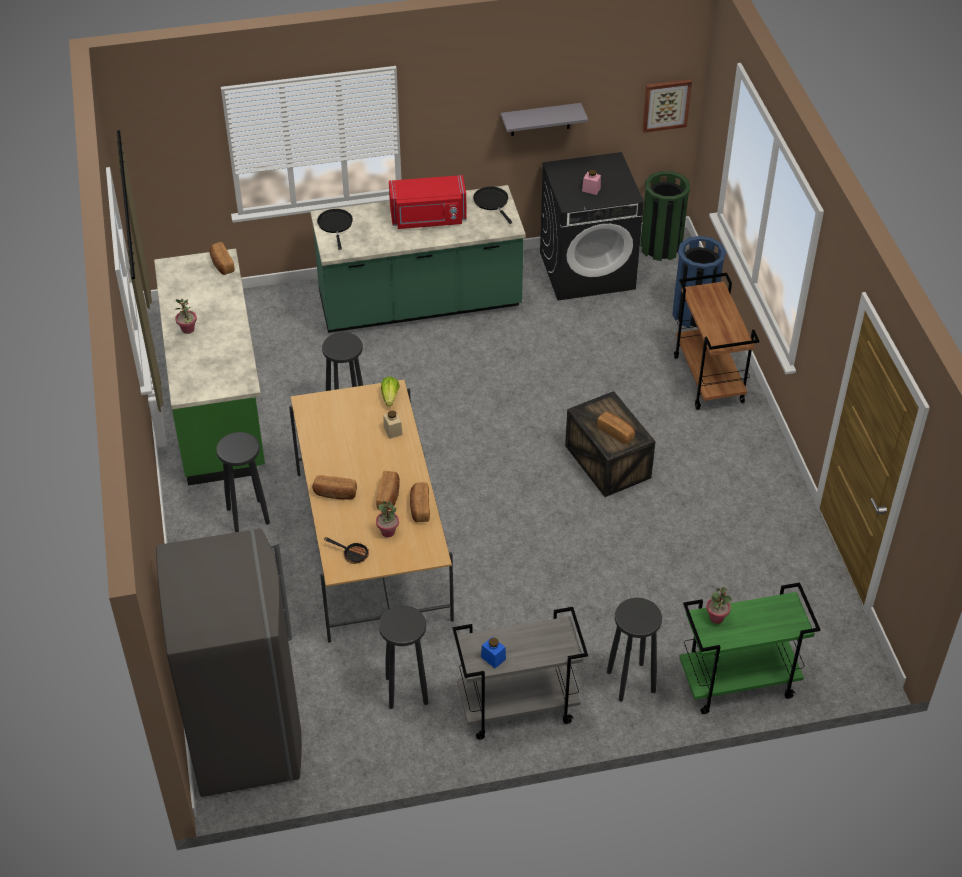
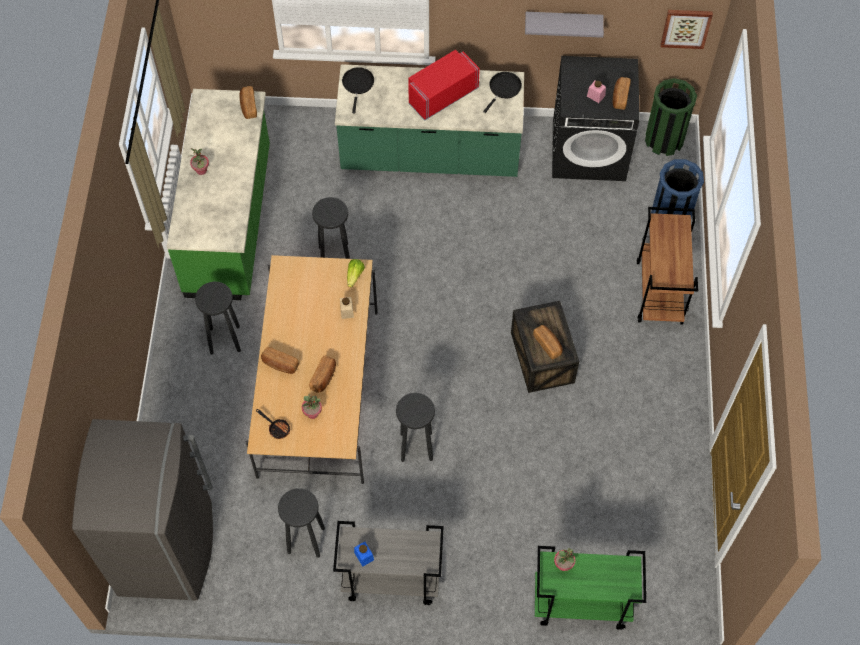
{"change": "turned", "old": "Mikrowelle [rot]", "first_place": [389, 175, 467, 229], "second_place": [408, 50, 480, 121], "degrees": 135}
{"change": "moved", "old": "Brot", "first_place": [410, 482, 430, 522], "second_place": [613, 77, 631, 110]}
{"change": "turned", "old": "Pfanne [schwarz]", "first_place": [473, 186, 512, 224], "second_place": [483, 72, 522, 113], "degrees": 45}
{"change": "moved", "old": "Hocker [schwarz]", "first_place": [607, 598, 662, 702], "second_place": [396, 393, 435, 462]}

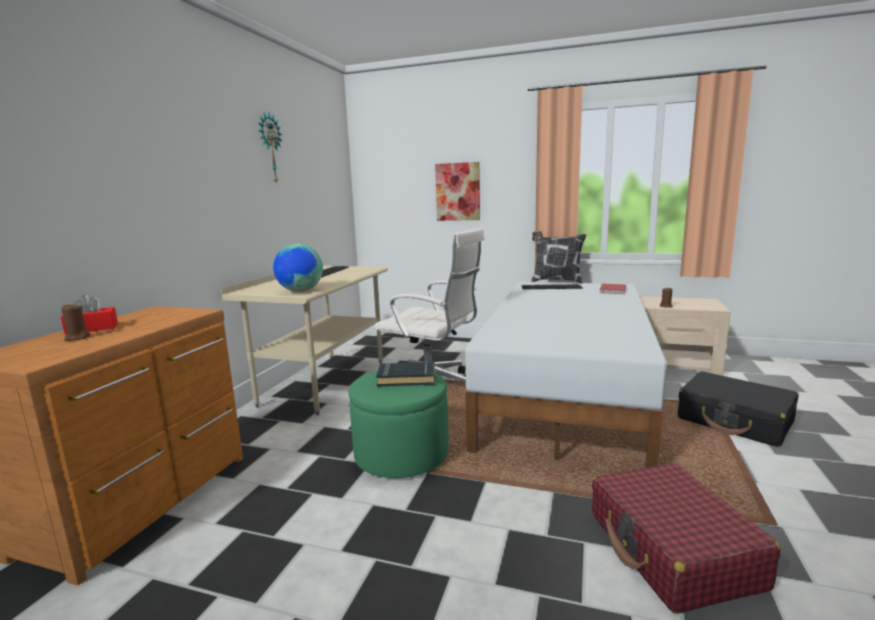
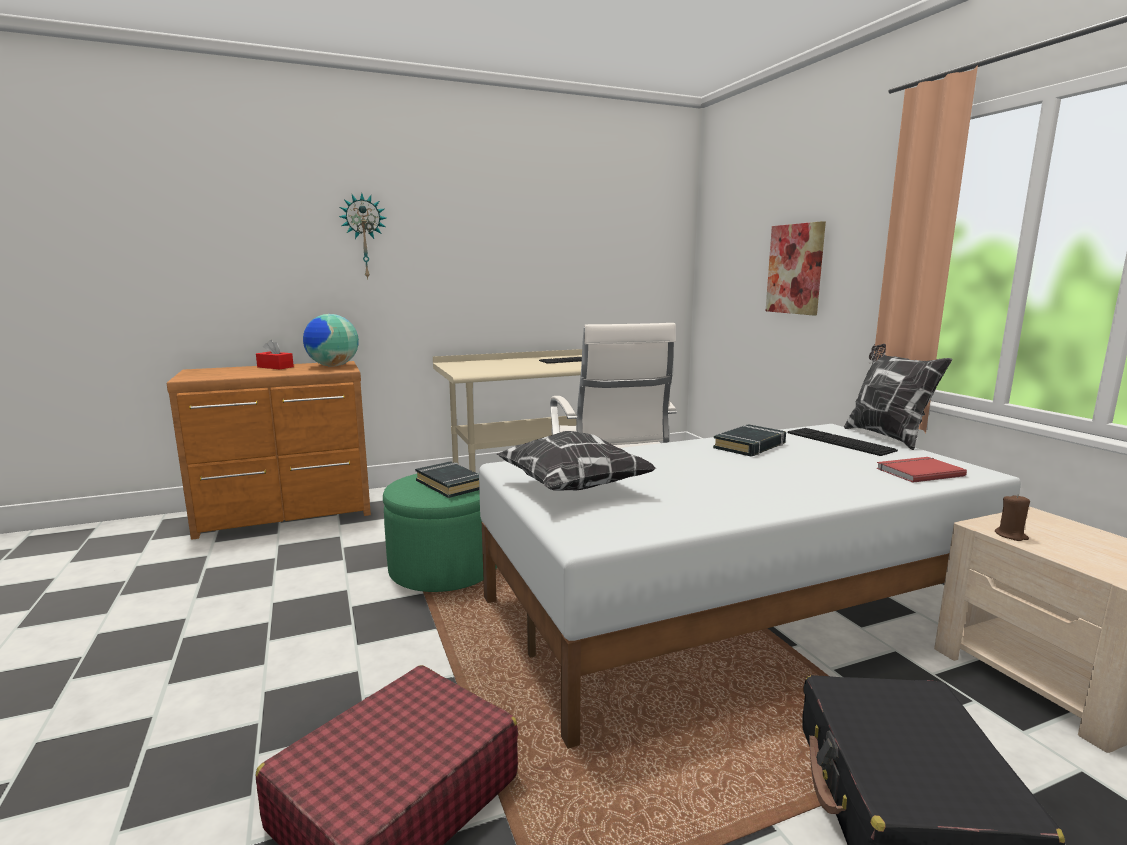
{"change": "removed", "old": "Kerze [braun]", "first_place": [61, 303, 90, 341]}
{"change": "moved", "old": "Wanduhr", "first_place": [258, 112, 282, 183], "second_place": [339, 193, 386, 280]}
{"change": "moved", "old": "Globus", "first_place": [273, 244, 323, 292], "second_place": [303, 314, 359, 367]}
{"change": "added", "new": "Kissen", "second_place": [496, 431, 657, 490]}
{"change": "added", "new": "Buch [schwarz]", "second_place": [713, 424, 786, 457]}

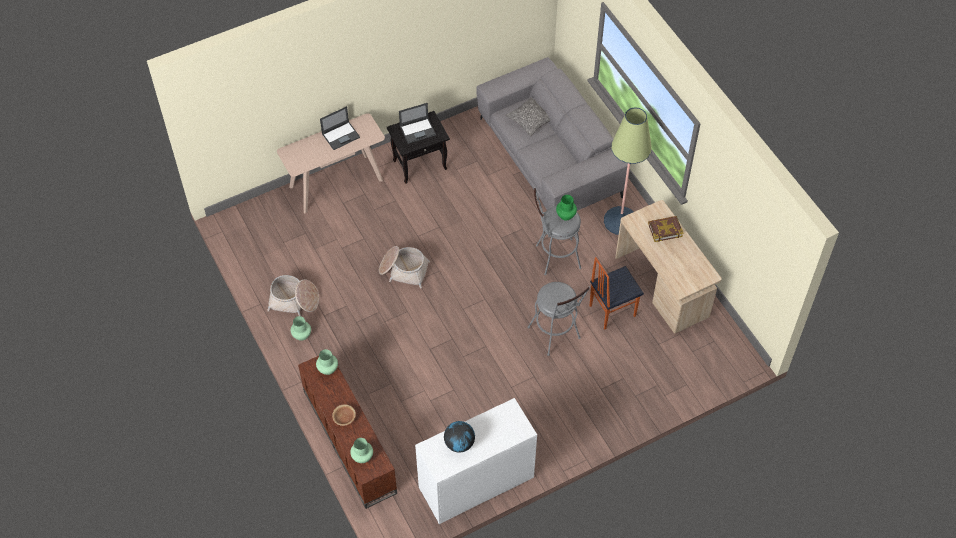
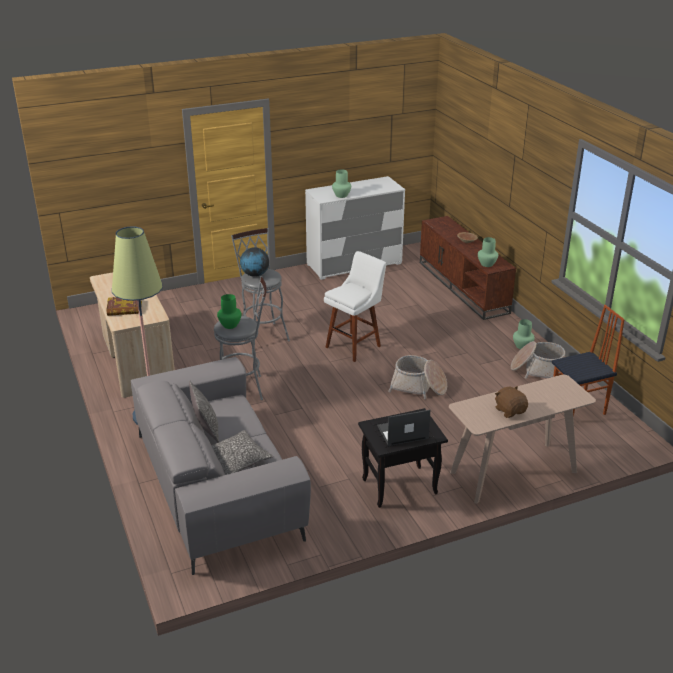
{"change": "replaced", "old": "Laptop", "new": "Plüschtier [braun]", "first_place": [320, 106, 360, 150], "second_place": [495, 386, 528, 418]}
{"change": "moved", "old": "Vase [grün]", "first_place": [350, 438, 373, 463], "second_place": [332, 169, 351, 198]}
{"change": "moved", "old": "Globus", "first_place": [444, 421, 475, 453], "second_place": [240, 247, 269, 277]}
{"change": "moved", "old": "Stuhl", "first_place": [590, 257, 644, 330], "second_place": [552, 305, 625, 417]}
{"change": "added", "new": "Kissen", "second_place": [189, 380, 219, 443]}
{"change": "added", "new": "Hocker [weiß]", "second_place": [324, 251, 386, 362]}

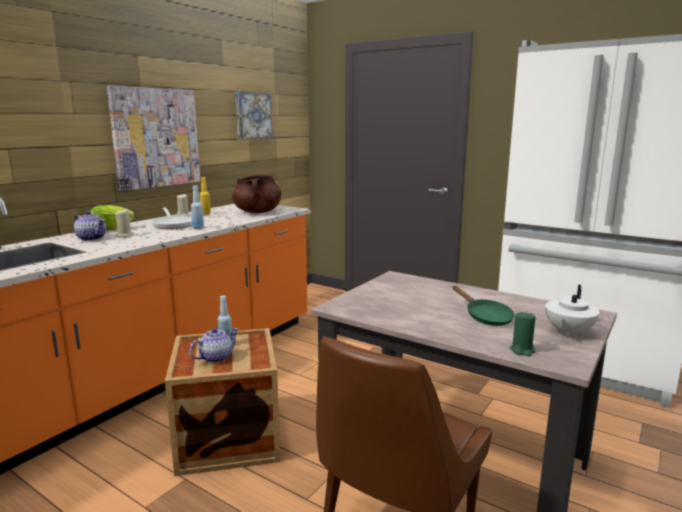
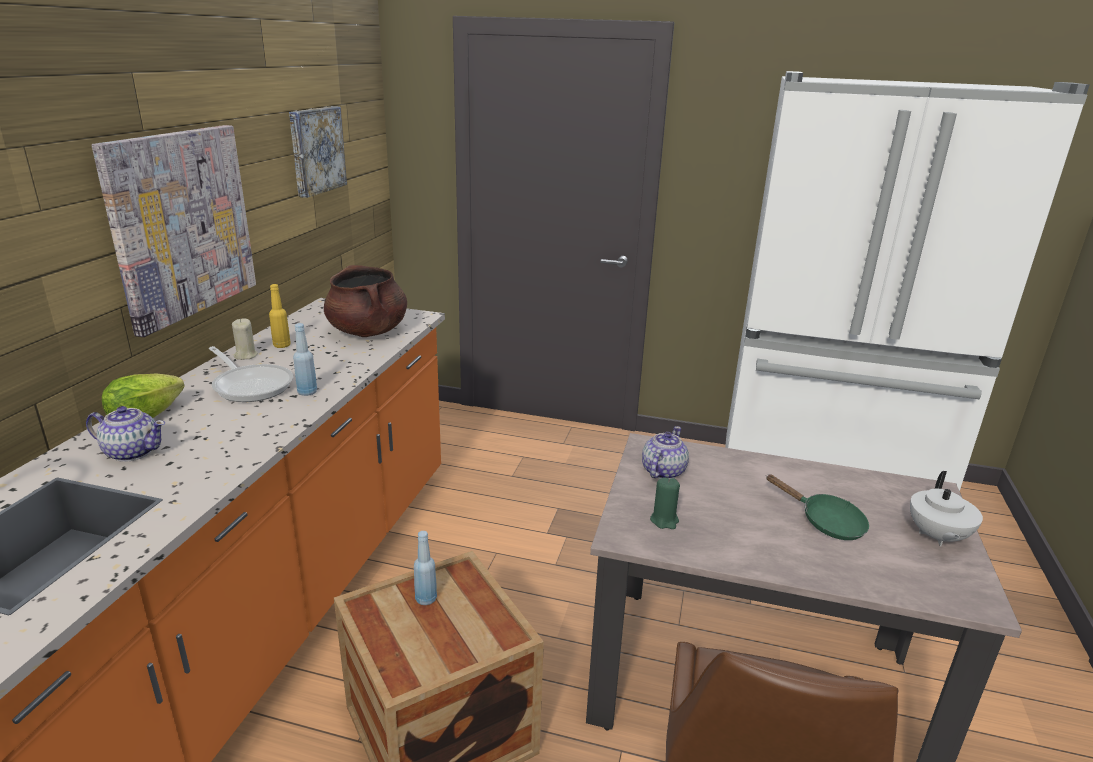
{"change": "removed", "old": "Kerze [beige]", "first_place": [115, 210, 134, 237]}
{"change": "moved", "old": "Teekanne", "first_place": [189, 328, 239, 363], "second_place": [642, 426, 689, 479]}
{"change": "moved", "old": "Kerze [grün]", "first_place": [510, 311, 536, 356], "second_place": [650, 477, 680, 529]}

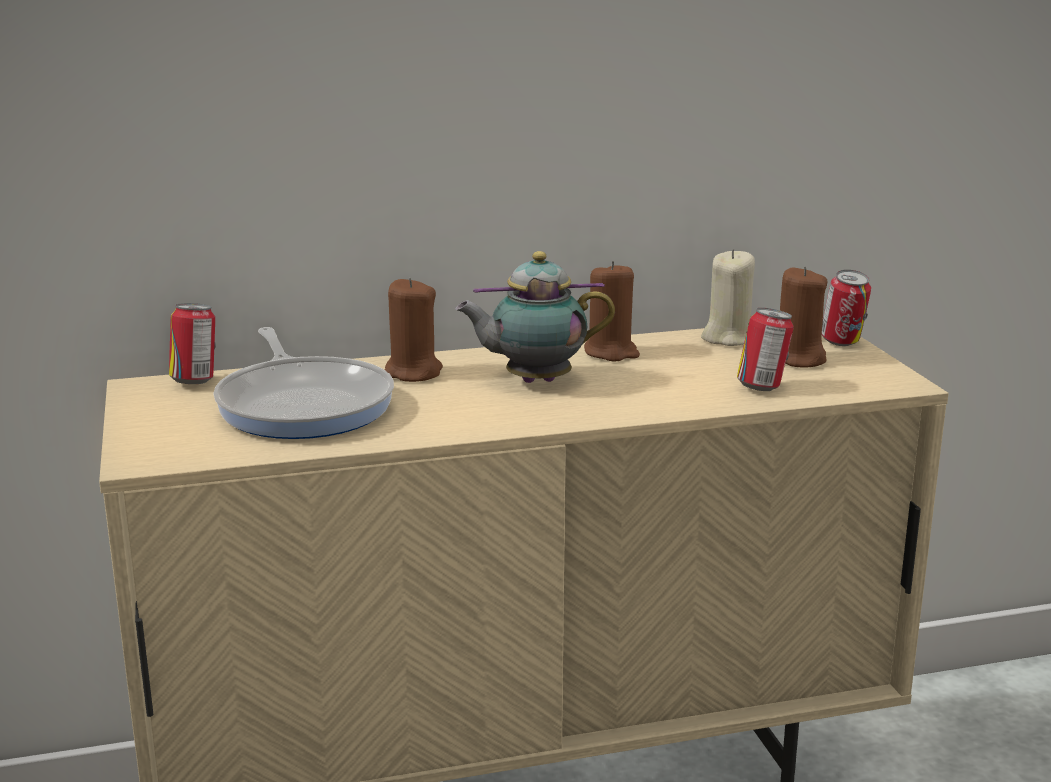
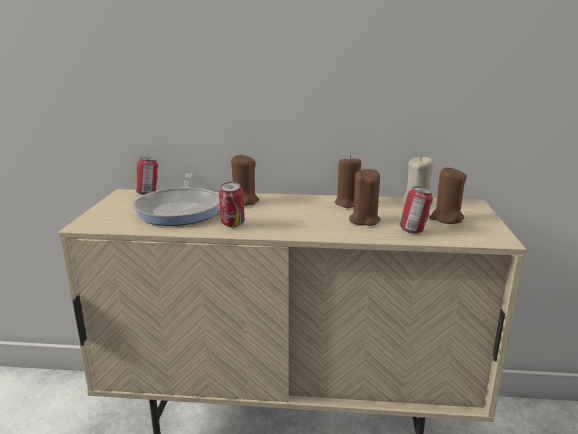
{"change": "removed", "old": "Teekanne", "first_place": [455, 251, 615, 383]}
{"change": "moved", "old": "Dose", "first_place": [822, 270, 871, 346], "second_place": [219, 182, 245, 227]}
{"change": "added", "new": "Kerze [braun]", "second_place": [349, 169, 380, 226]}

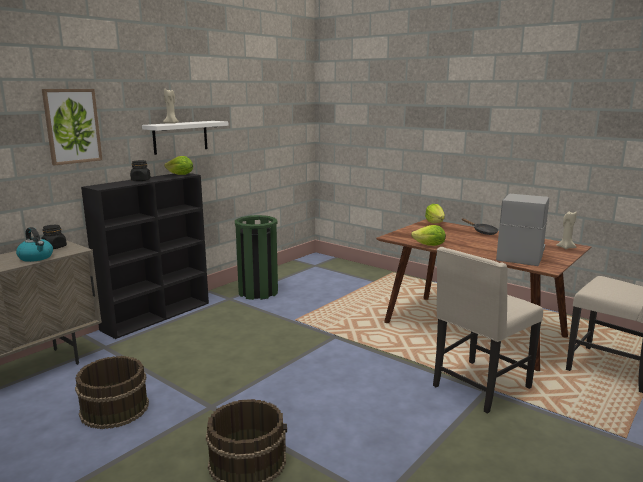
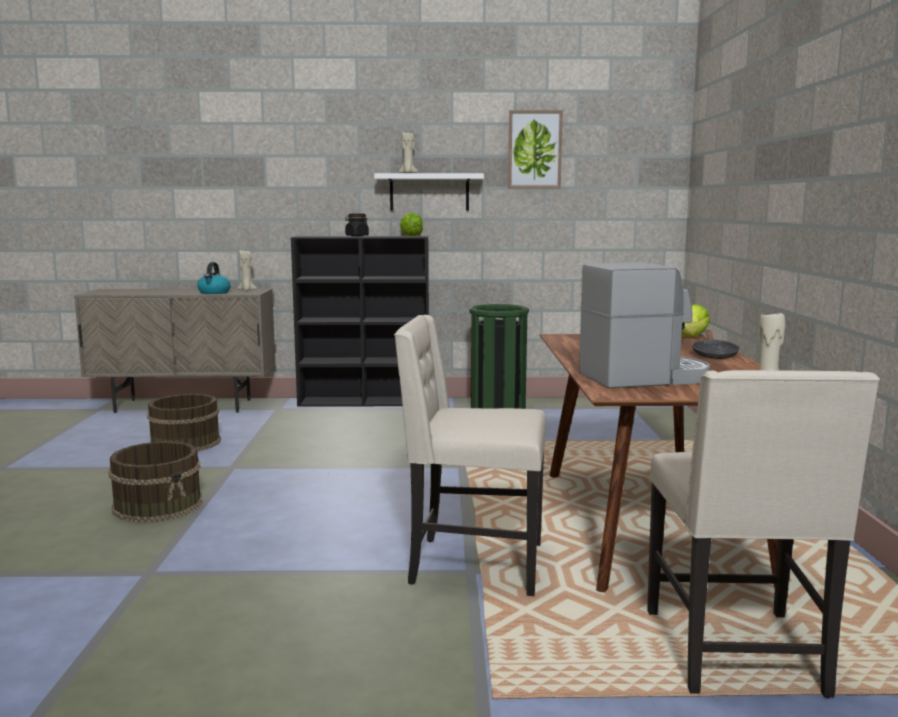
{"change": "replaced", "old": "Vorratsglas [schwarz]", "new": "Kerze [beige]", "first_place": [41, 225, 67, 249], "second_place": [237, 250, 257, 291]}
{"change": "moved", "old": "Bild", "first_place": [42, 89, 102, 165], "second_place": [508, 110, 563, 188]}
{"change": "removed", "old": "Salatkopf", "first_place": [411, 225, 446, 246]}

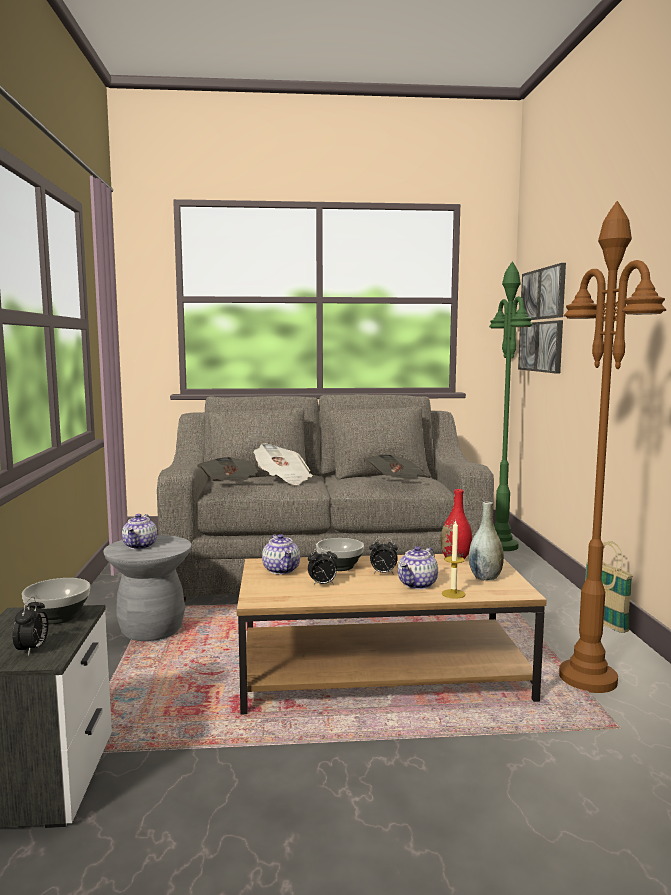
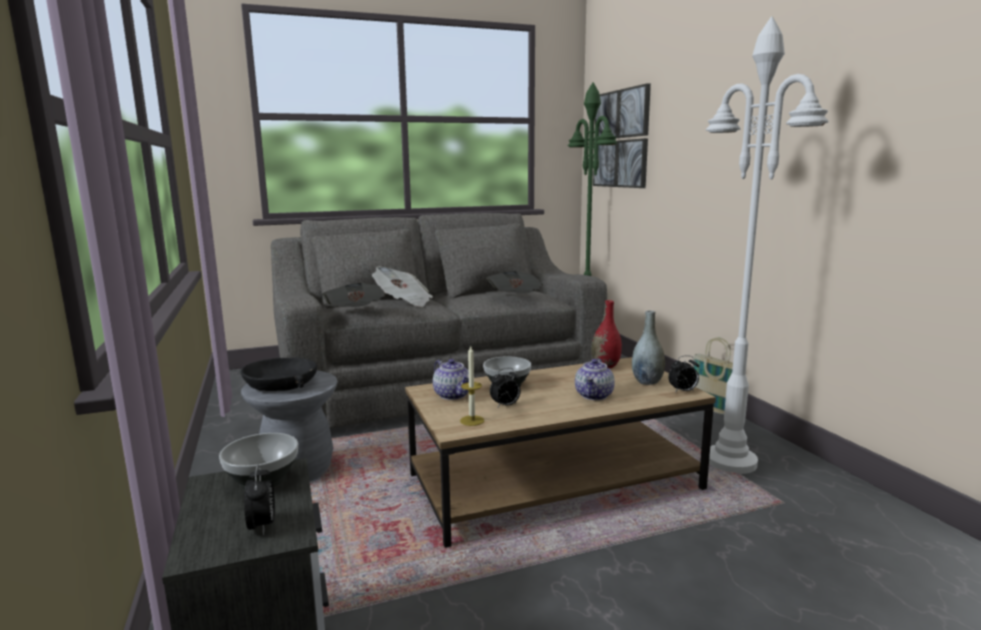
{"change": "replaced", "old": "Teekanne", "new": "Schüssel [schwarz]", "first_place": [122, 514, 157, 549], "second_place": [241, 358, 317, 391]}
{"change": "moved", "old": "Wecker", "first_place": [369, 537, 398, 573], "second_place": [668, 355, 699, 393]}
{"change": "moved", "old": "Kerze", "first_place": [442, 520, 465, 599], "second_place": [460, 346, 484, 426]}
{"change": "recoloured", "old": "Stehlampe [braun]", "new": "Stehlampe [weiß]", "first_place": [559, 201, 666, 693], "second_place": [706, 16, 829, 474]}

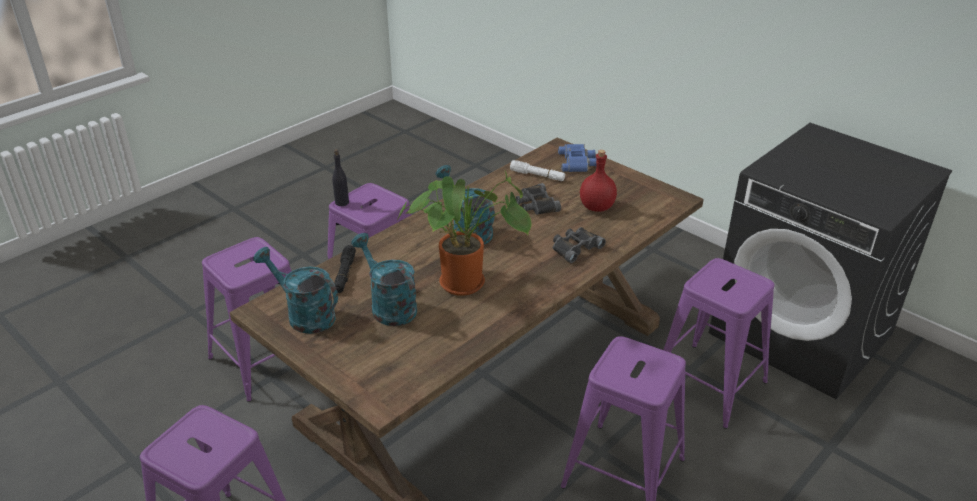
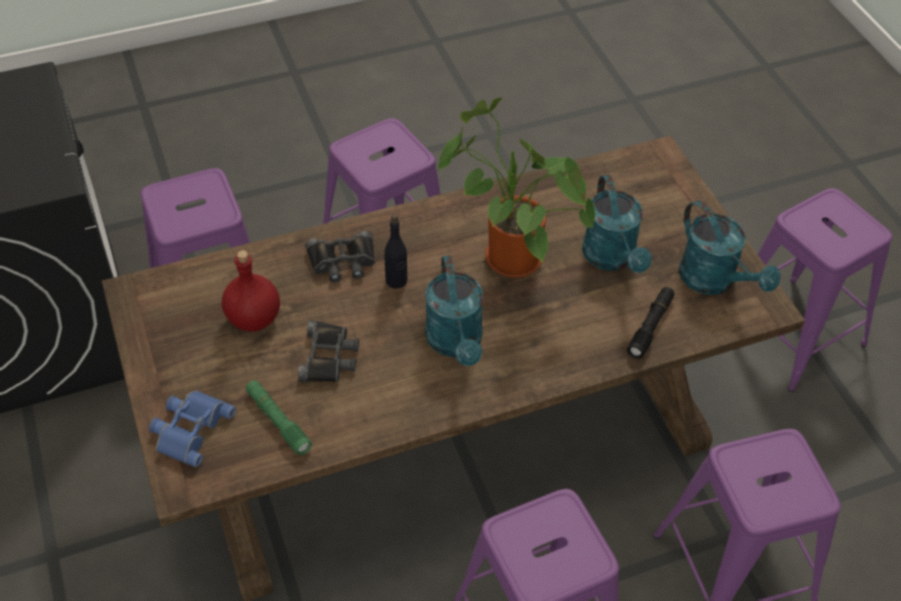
{"change": "moved", "old": "Flasche [schwarz]", "first_place": [332, 149, 349, 206], "second_place": [384, 214, 407, 289]}
{"change": "recoloured", "old": "Taschenlampe [weiß]", "new": "Taschenlampe [grün]", "first_place": [510, 160, 565, 181], "second_place": [246, 380, 312, 455]}

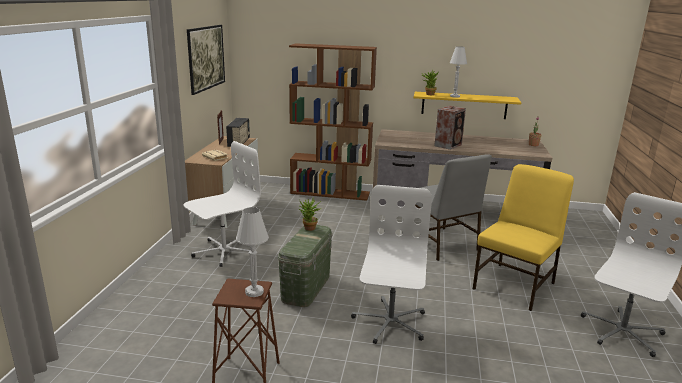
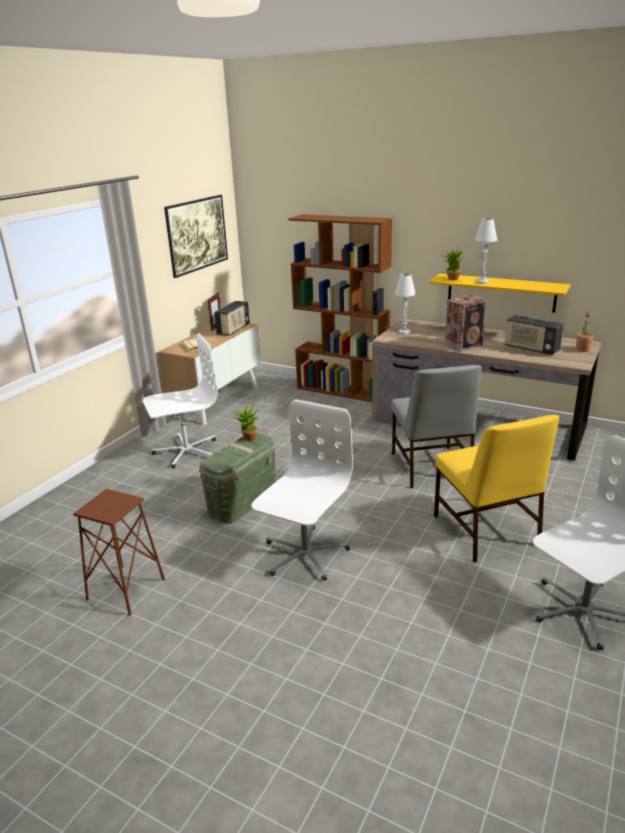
{"change": "moved", "old": "Tischlampe [weiß]", "first_place": [236, 207, 269, 297], "second_place": [395, 273, 416, 334]}
{"change": "turned", "old": "Stuhl [gelb]", "first_place": [473, 164, 574, 311], "second_place": [434, 415, 559, 563], "degrees": 105}
{"change": "added", "new": "Radio", "second_place": [504, 315, 564, 355]}

